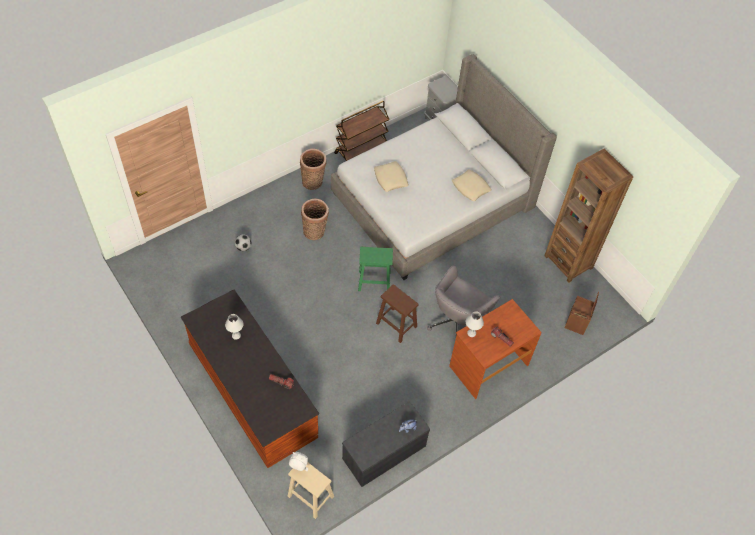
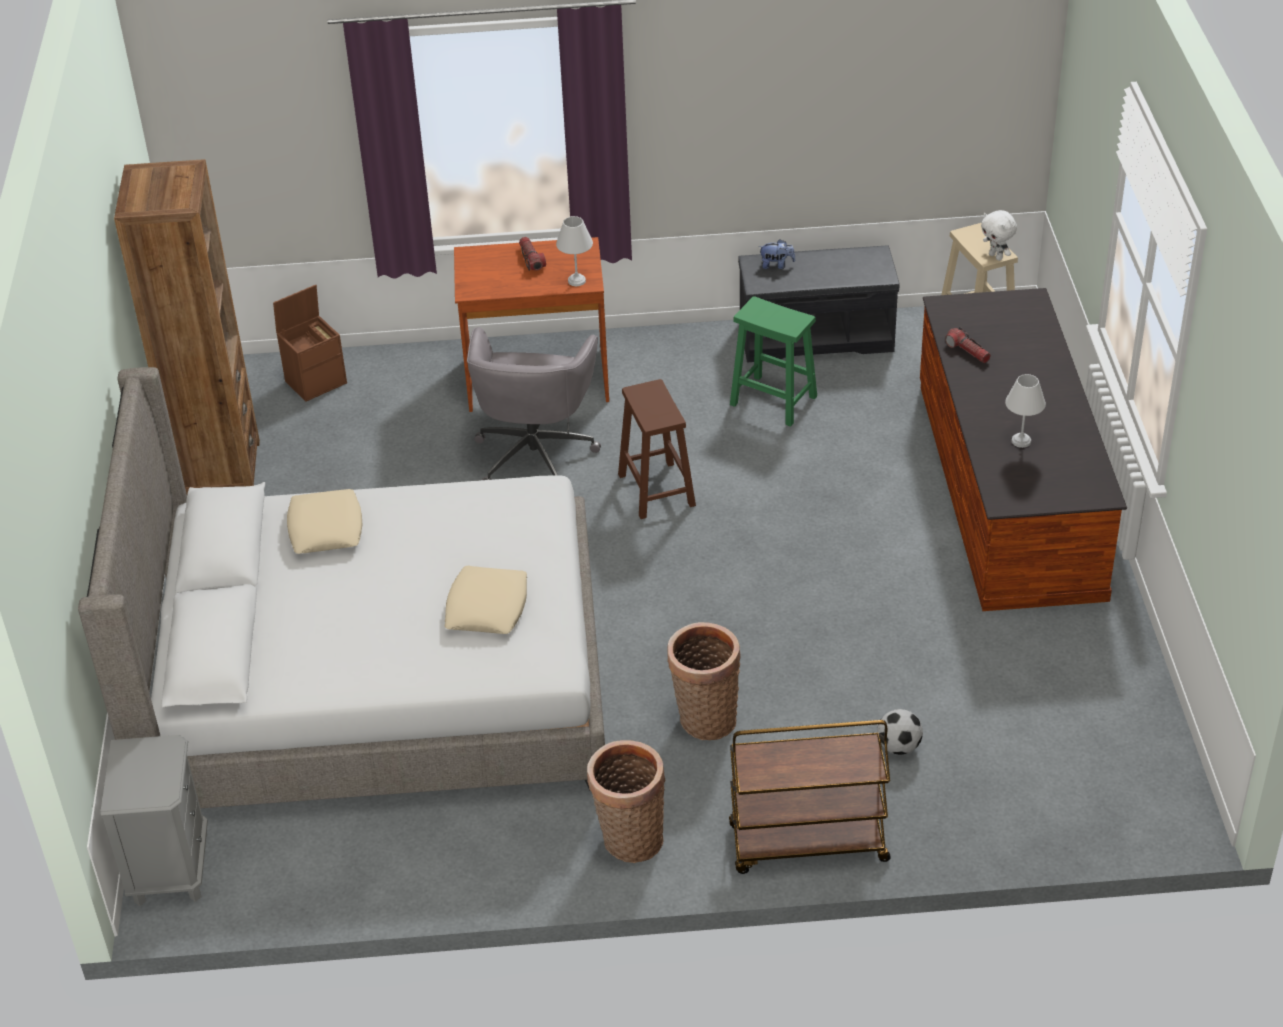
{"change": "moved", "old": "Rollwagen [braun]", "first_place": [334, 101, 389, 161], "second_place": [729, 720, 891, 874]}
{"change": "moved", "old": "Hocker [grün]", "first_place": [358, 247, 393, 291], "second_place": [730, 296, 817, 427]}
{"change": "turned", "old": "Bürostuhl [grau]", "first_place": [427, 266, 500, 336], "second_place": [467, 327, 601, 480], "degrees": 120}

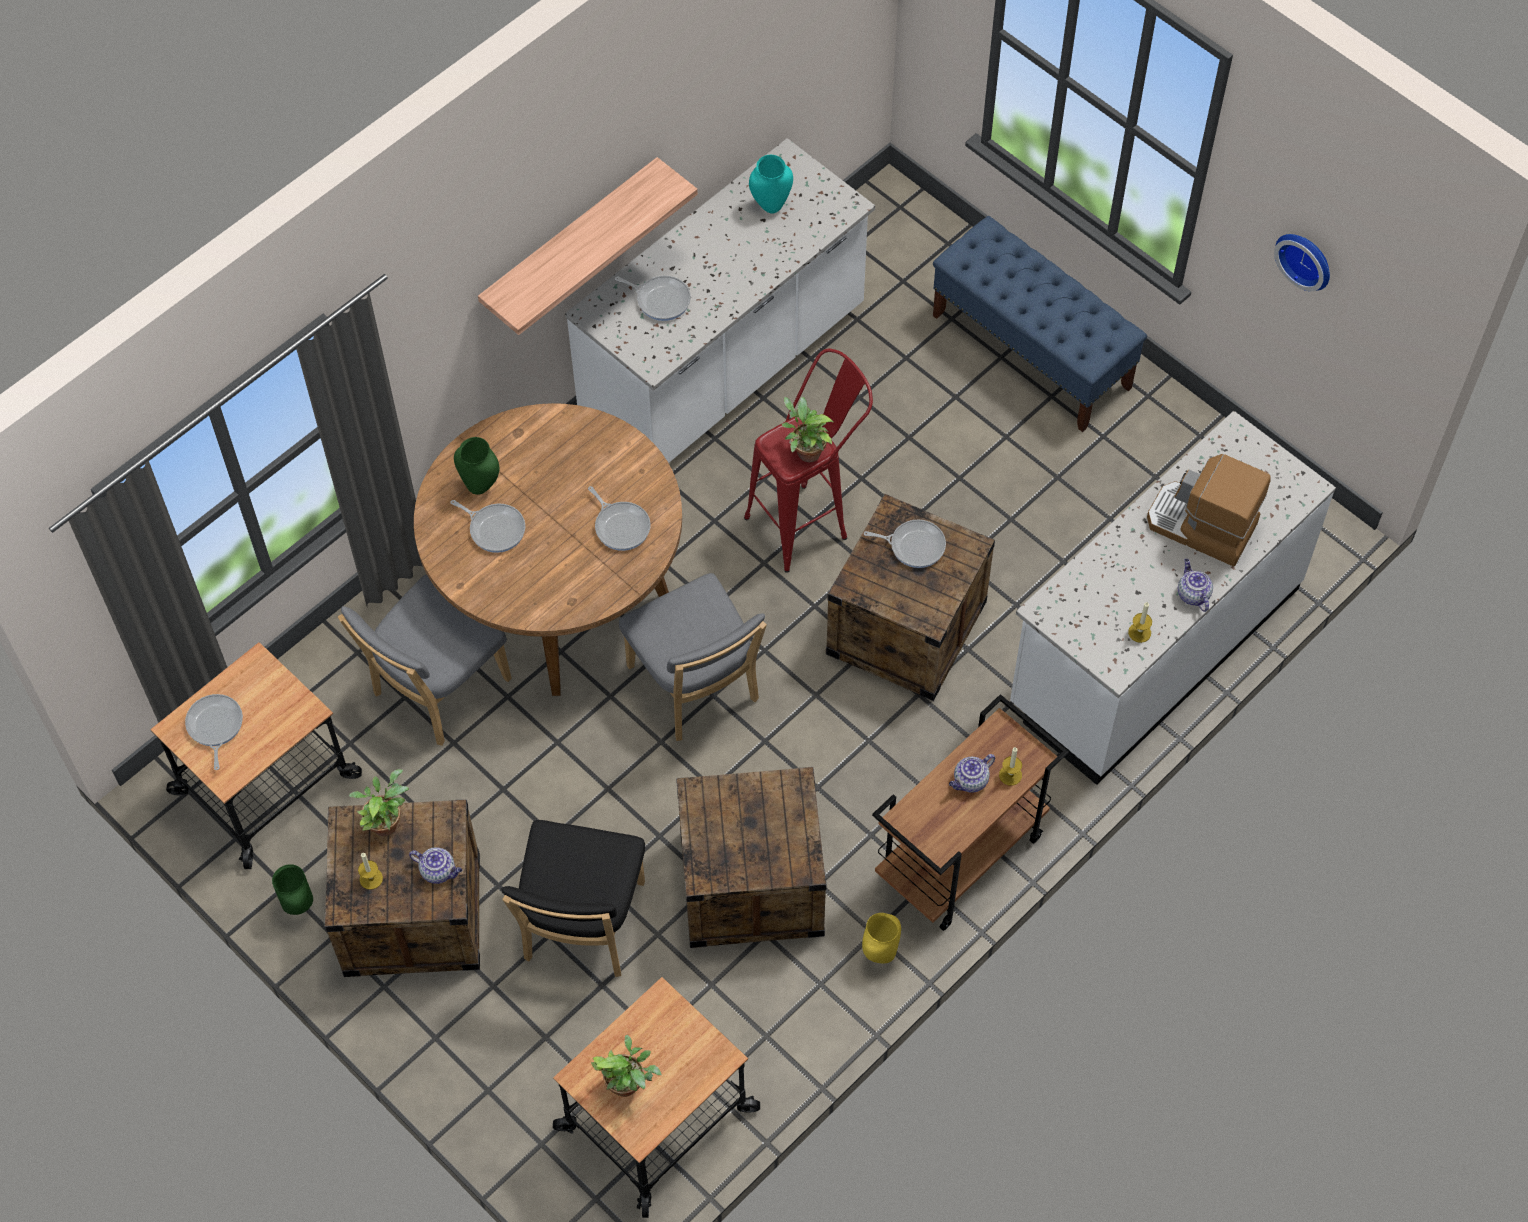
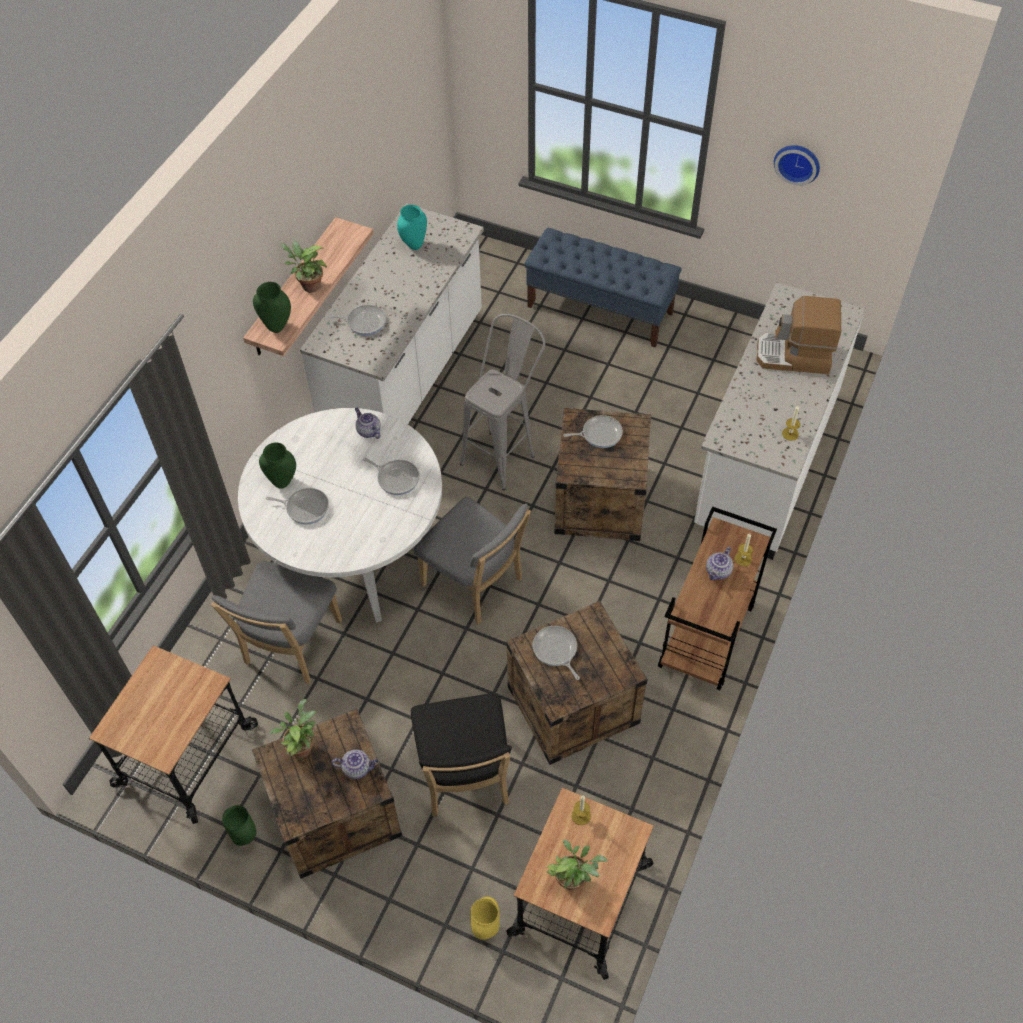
{"change": "moved", "old": "Pfanne", "first_place": [185, 694, 243, 770], "second_place": [533, 626, 580, 680]}
{"change": "moved", "old": "Kerze", "first_place": [358, 852, 383, 890], "second_place": [572, 796, 591, 825]}
{"change": "recoloured", "old": "Esstisch [braun]", "new": "Esstisch [weiß]", "first_place": [414, 403, 682, 696], "second_place": [238, 408, 442, 623]}
{"change": "recoloured", "old": "Hocker [rot]", "new": "Hocker [grau]", "first_place": [744, 349, 873, 573], "second_place": [460, 314, 545, 490]}
{"change": "moved", "old": "Topfpflanze", "first_place": [782, 397, 833, 462], "second_place": [280, 241, 327, 293]}
{"change": "moved", "old": "Vase [gelb]", "first_place": [862, 913, 901, 963], "second_place": [471, 897, 500, 940]}
{"change": "moved", "old": "Teekanne", "first_place": [1178, 559, 1213, 612], "second_place": [355, 408, 381, 439]}
{"change": "added", "new": "Vase [grün]", "second_place": [253, 282, 291, 333]}

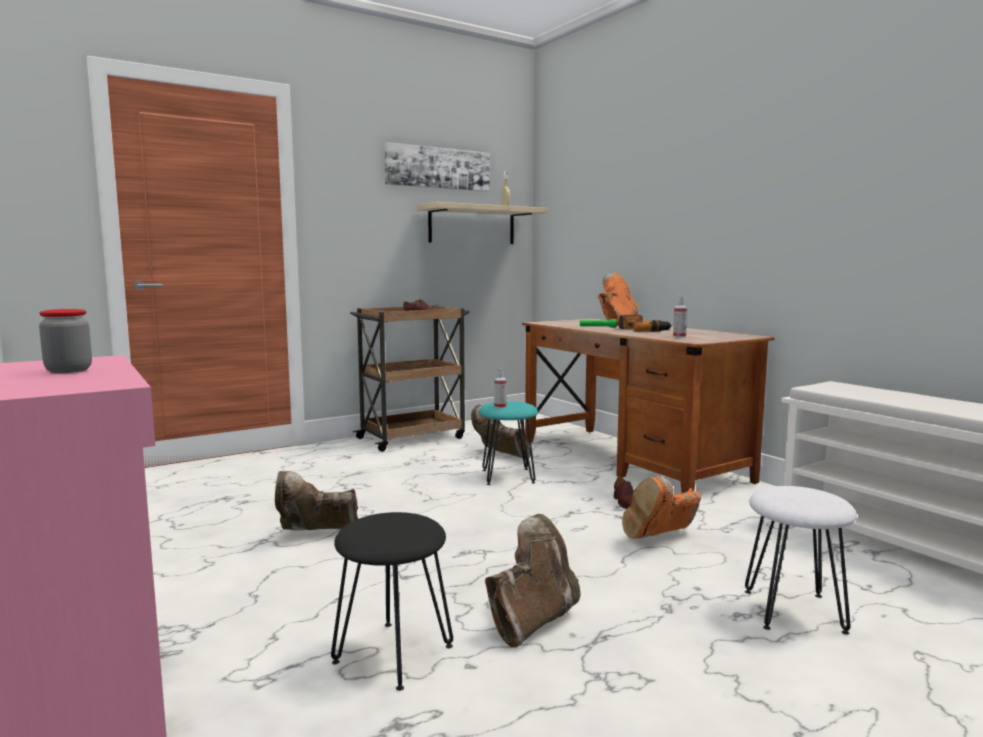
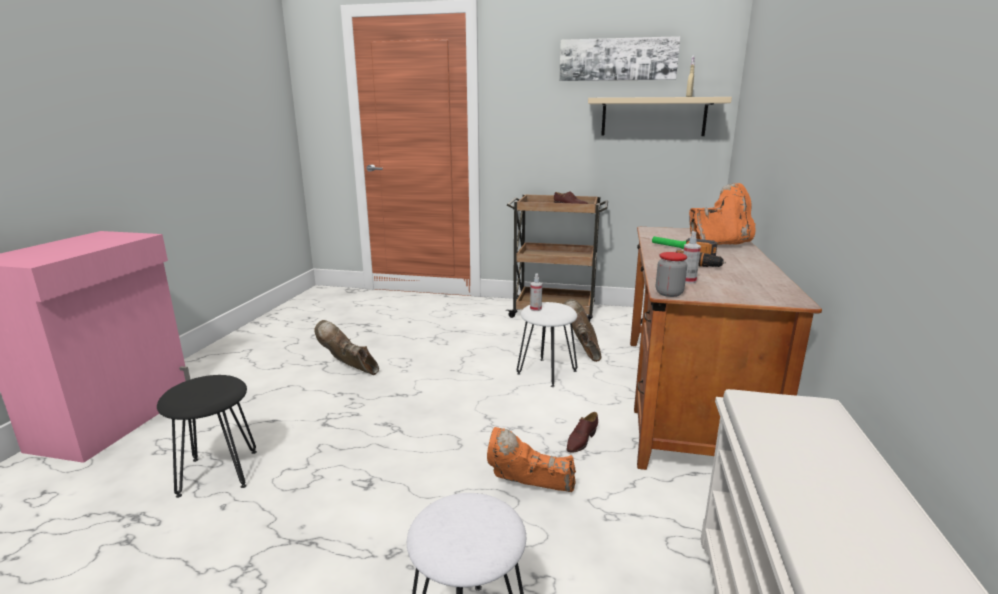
{"change": "moved", "old": "Vorratsglas", "first_place": [39, 309, 92, 373], "second_place": [656, 252, 687, 297]}
{"change": "recoloured", "old": "Hocker [türkis]", "new": "Hocker [weiß]", "first_place": [479, 401, 538, 485], "second_place": [517, 302, 577, 387]}
{"change": "removed", "old": "Stiefel [braun]", "first_place": [485, 514, 580, 647]}

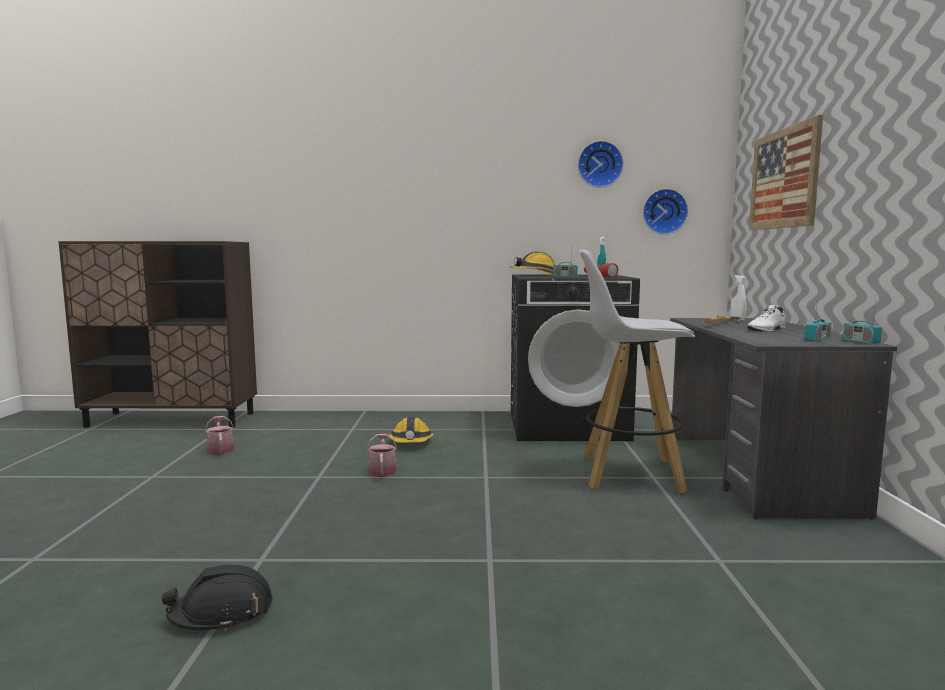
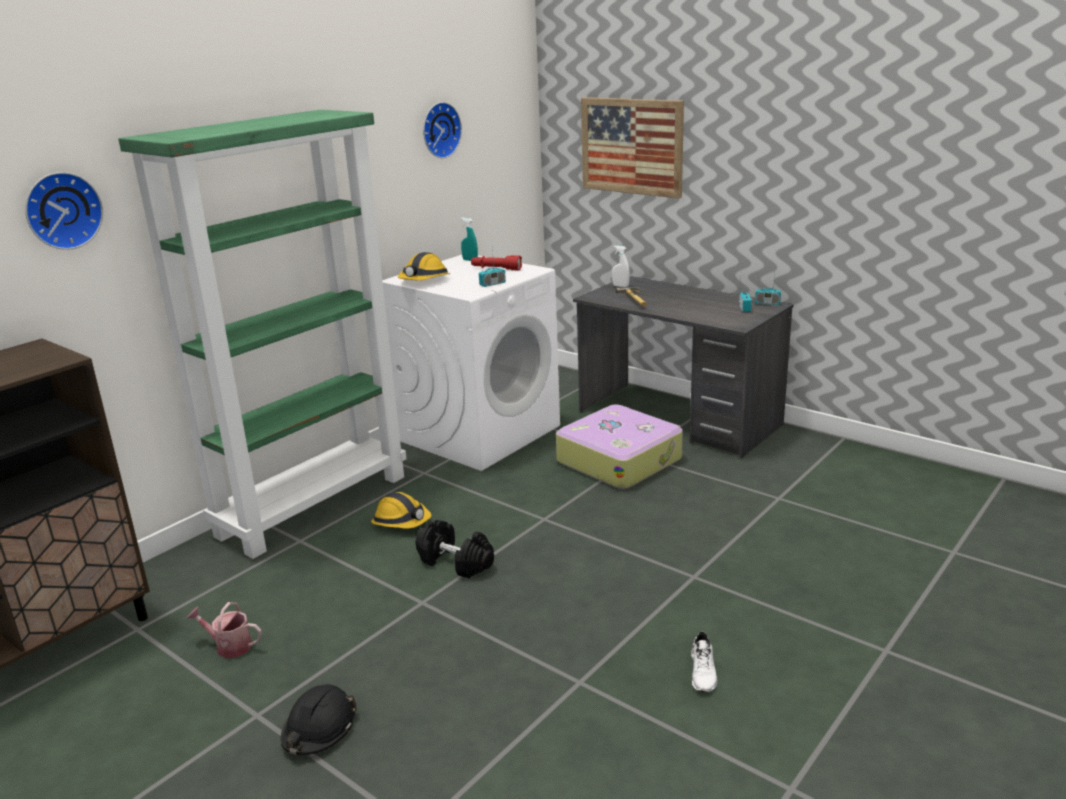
{"change": "moved", "old": "Schutzhelm [schwarz]", "first_place": [162, 565, 272, 631], "second_place": [280, 684, 357, 755]}
{"change": "replaced", "old": "Gießkanne", "new": "Hantel [schwarz]", "first_place": [367, 433, 397, 477], "second_place": [416, 520, 494, 578]}
{"change": "recoloured", "old": "Waschmaschine [schwarz]", "new": "Waschmaschine [weiß]", "first_place": [511, 274, 640, 441], "second_place": [382, 255, 560, 471]}
{"change": "replaced", "old": "Hocker [weiß]", "new": "Koffer", "first_place": [579, 250, 695, 493], "second_place": [556, 405, 683, 489]}
{"change": "moved", "old": "Wanduhr", "first_place": [643, 188, 688, 235], "second_place": [25, 172, 103, 250]}
{"change": "moved", "old": "Schuh [weiß]", "first_place": [747, 305, 786, 332], "second_place": [691, 632, 718, 692]}
{"change": "added", "new": "Bücherregal [grün]", "second_place": [118, 110, 407, 559]}

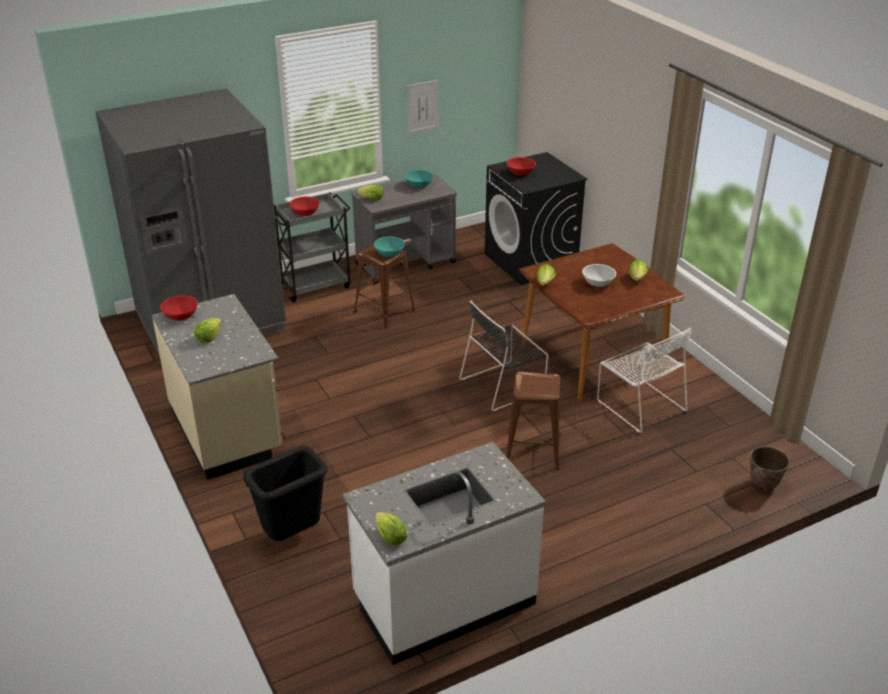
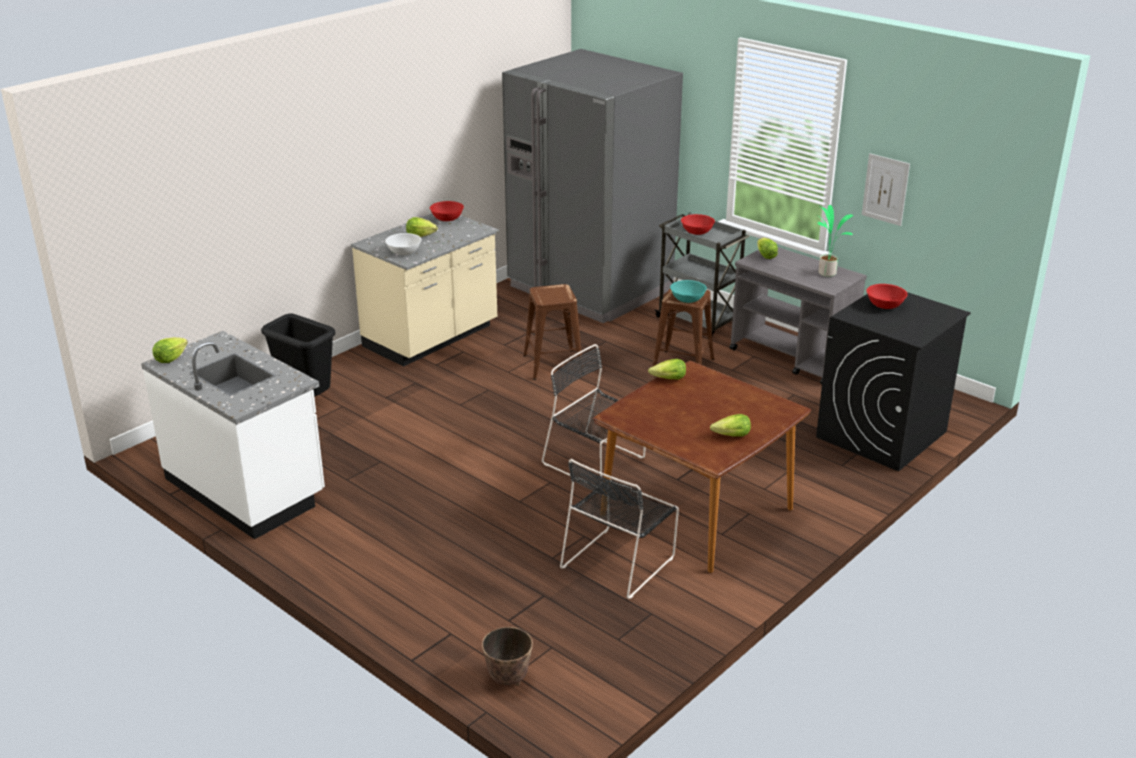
{"change": "replaced", "old": "Schüssel [türkis]", "new": "Topfpflanze", "first_place": [405, 170, 433, 188], "second_place": [817, 205, 853, 277]}
{"change": "moved", "old": "Hocker [braun]", "first_place": [506, 372, 561, 470], "second_place": [523, 284, 584, 380]}
{"change": "moved", "old": "Schüssel [weiß]", "first_place": [582, 264, 616, 287], "second_place": [385, 233, 422, 255]}
{"change": "recoloured", "old": "Stuhl [weiß]", "new": "Stuhl [schwarz]", "first_place": [597, 328, 692, 433], "second_place": [560, 459, 679, 599]}

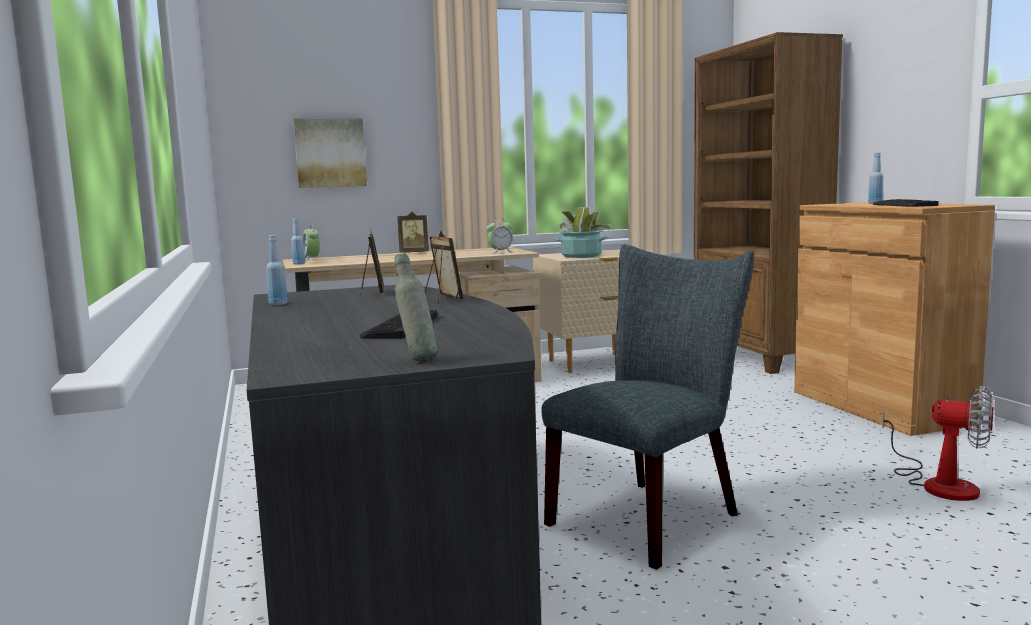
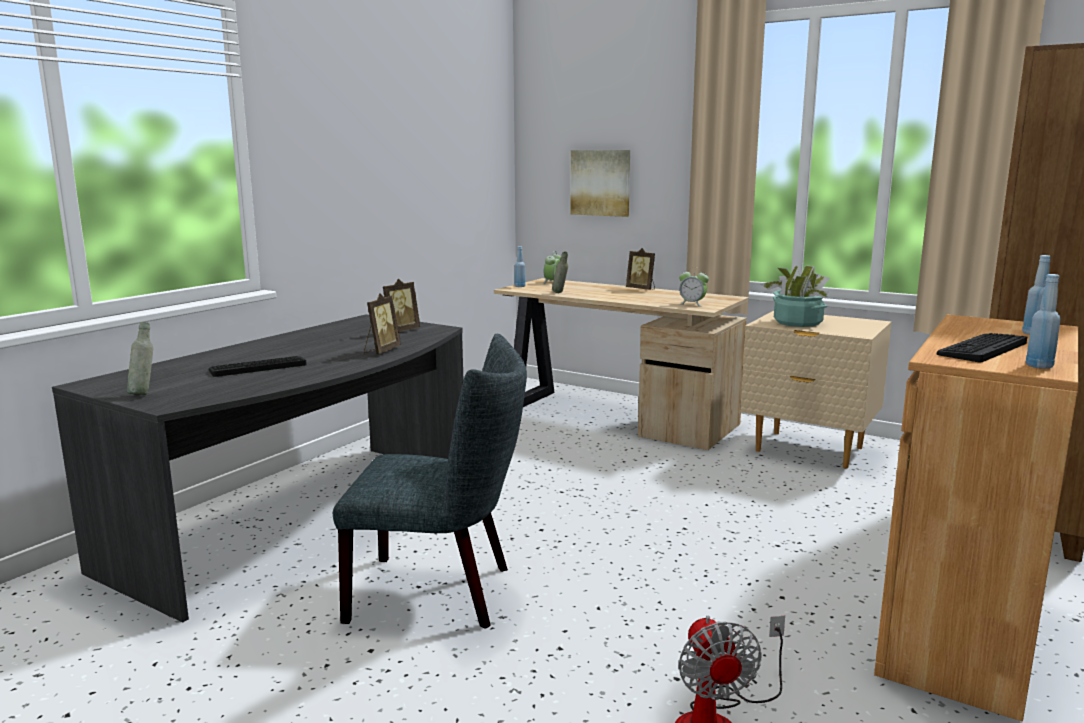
{"change": "moved", "old": "Flasche [blau]", "first_place": [266, 235, 288, 305], "second_place": [1026, 274, 1061, 369]}
{"change": "added", "new": "Flasche [grau]", "second_place": [552, 251, 568, 293]}

